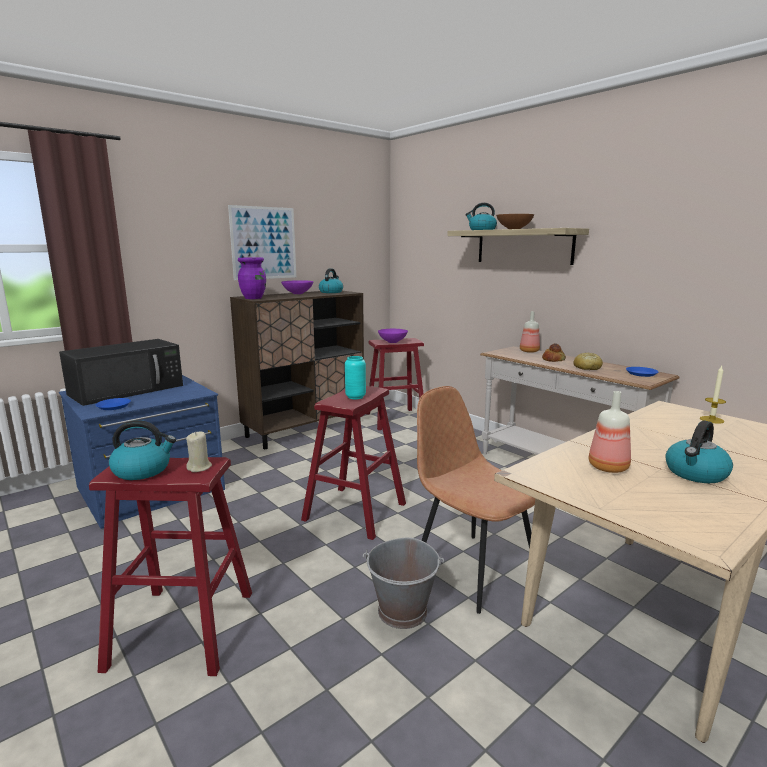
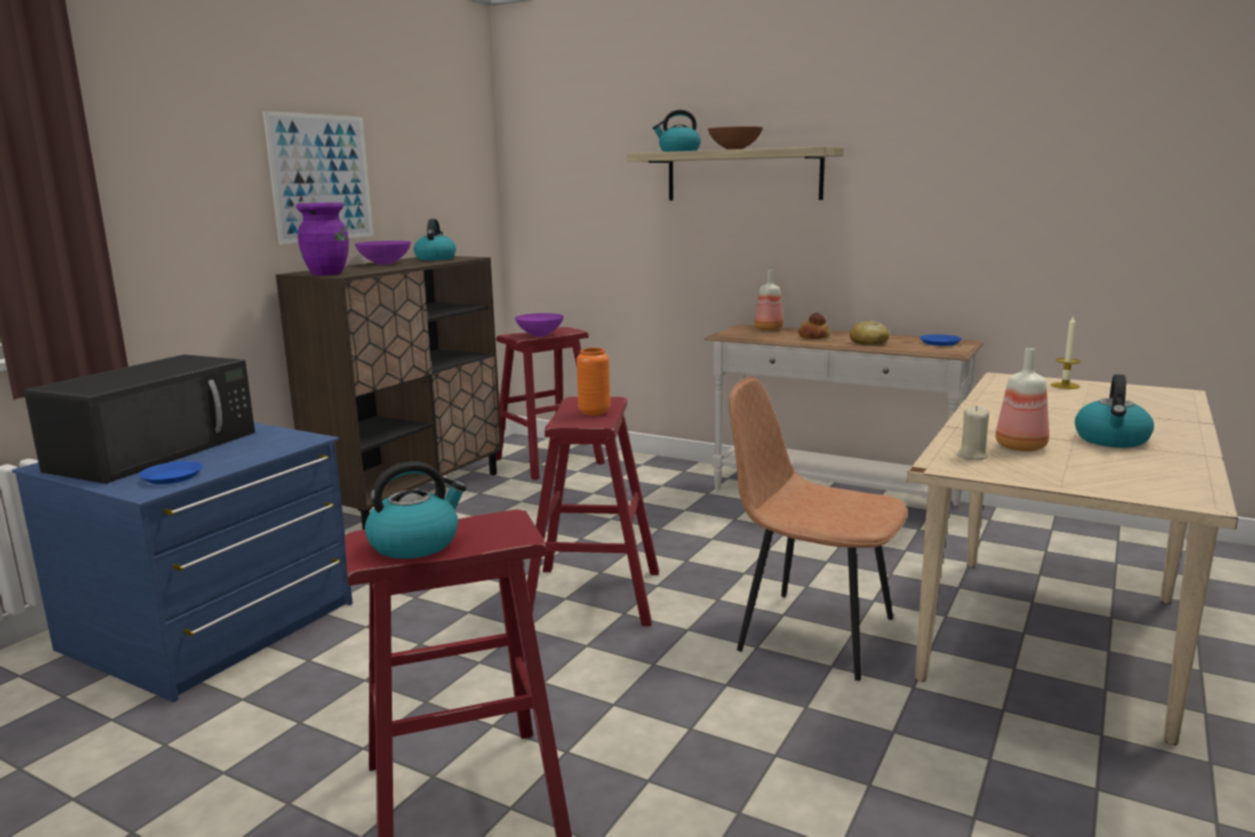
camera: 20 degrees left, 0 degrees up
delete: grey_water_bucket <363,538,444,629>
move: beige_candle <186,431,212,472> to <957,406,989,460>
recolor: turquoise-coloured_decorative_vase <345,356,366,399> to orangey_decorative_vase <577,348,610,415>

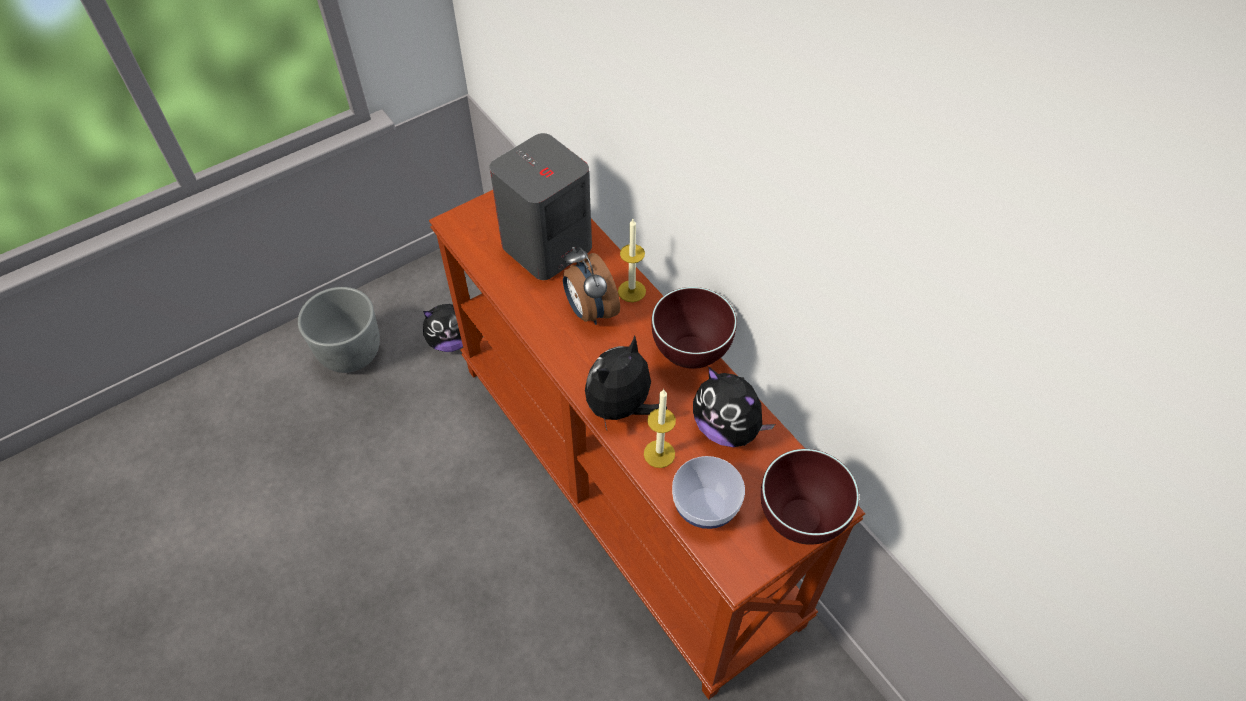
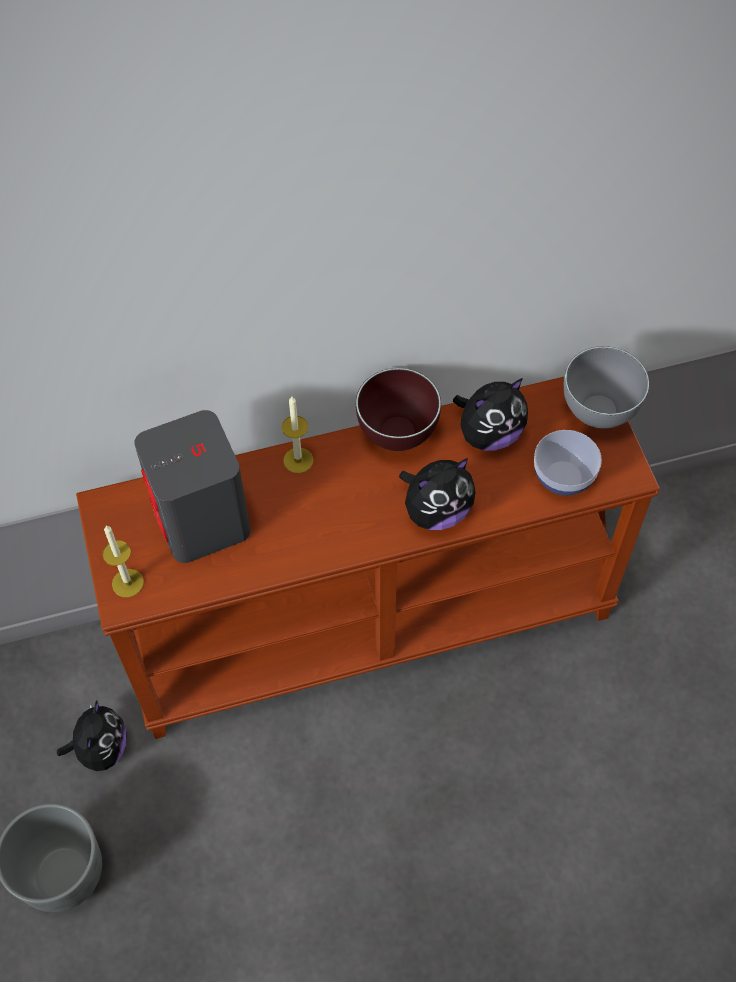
camera: 70 degrees left, 5 degrees up
delete: alarm_clock <563,247,620,325>
move: candle <644,389,676,468> to <102,525,144,597>
recolor: brownish_serving_bowl <761,449,859,545> to grey_serving_bowl <563,346,650,429>
rotate: soft_toy <585,336,667,430> = <399,458,476,530> 90 degrees counterclockwise

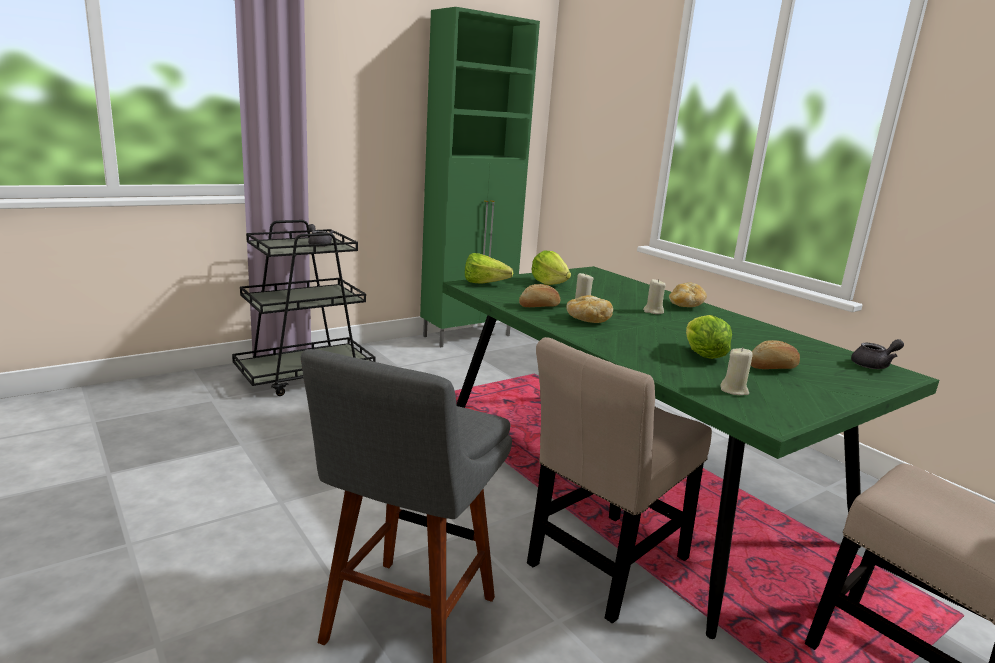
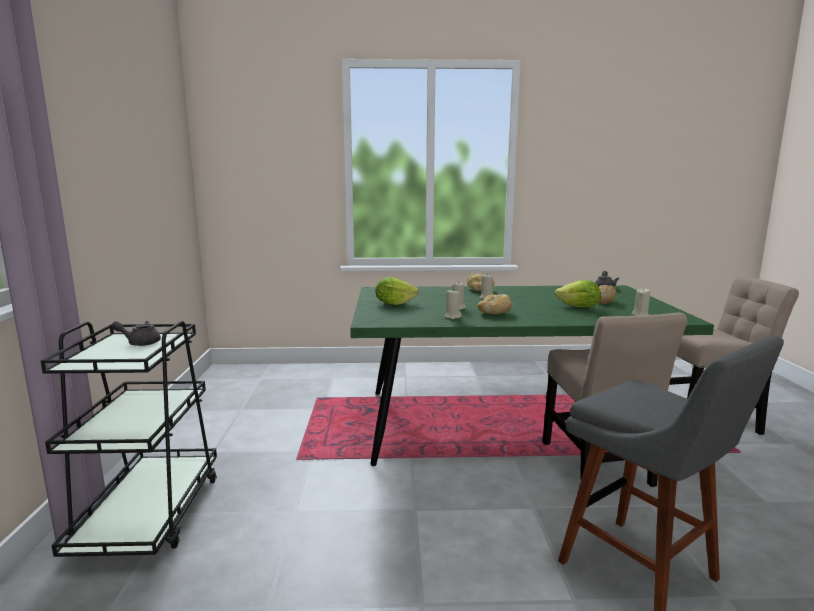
camera: 55 degrees left, 5 degrees down
delete: green_cabinet <420,7,540,347>; head_of_lettuce <465,253,513,284>
replace: baked_bread <519,284,560,307> to beige_candle <445,289,462,319>

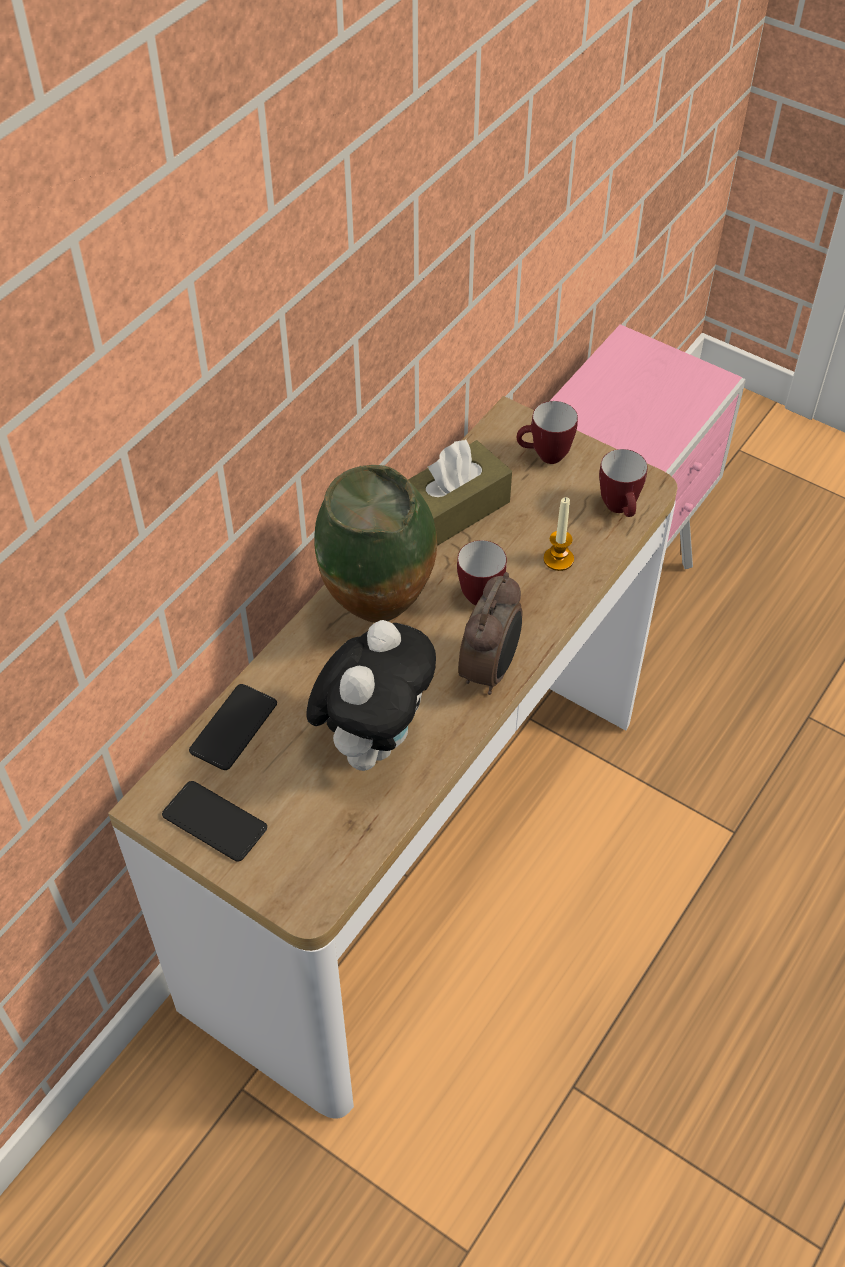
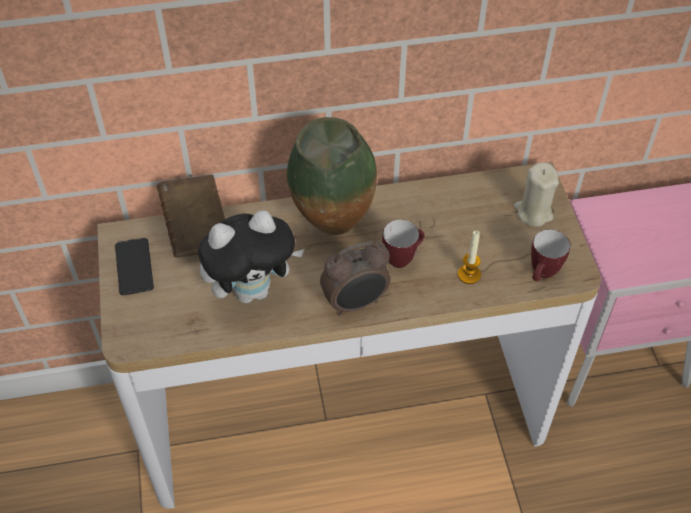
camera: 45 degrees right, 0 degrees up
delete: brownish_tissue_holder <408,440,512,546>
replace: tea_mug <517,401,578,464> to beige_candle <514,162,559,227>; phone <189,684,277,770> to brownish_volume <157,174,225,257>

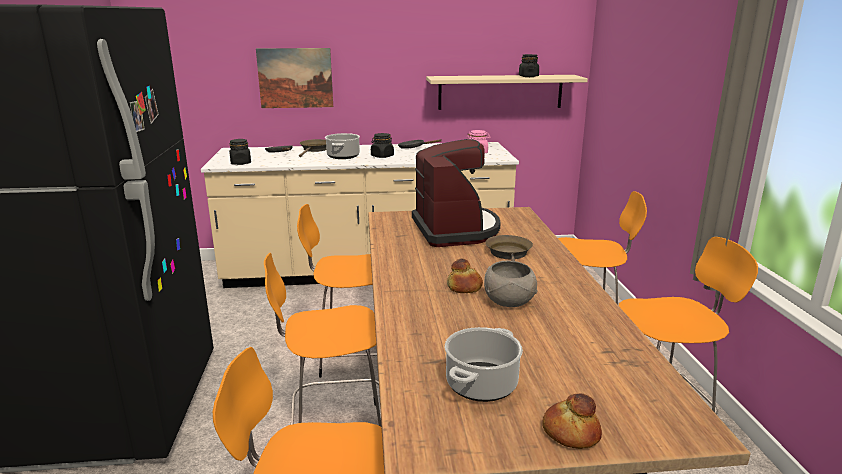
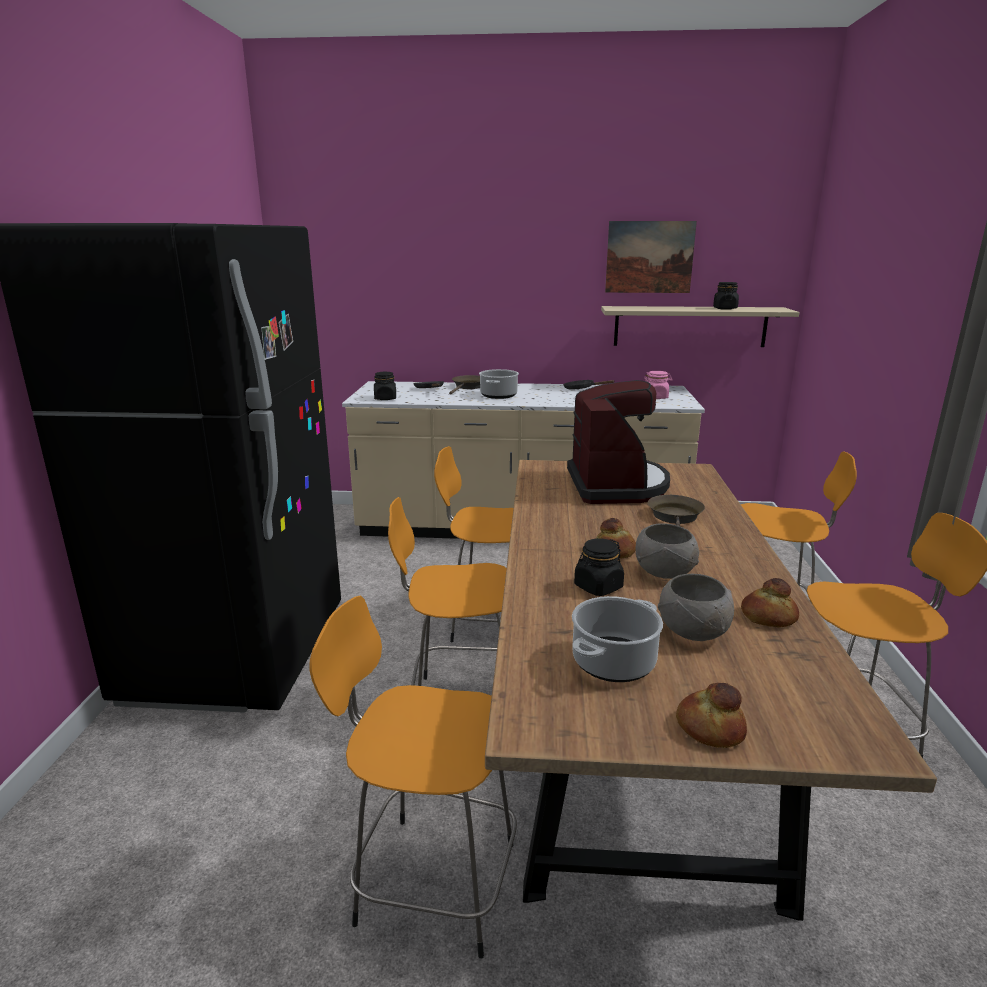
camera: 10 degrees right, 0 degrees up
insert: grey_serving_bowl <658,574,734,641>; baked_bread <741,578,799,627>
move: wall_art <256,48,333,108> to <605,221,697,293>; blackish_preserve_jar <371,133,394,158> to <574,538,624,596>

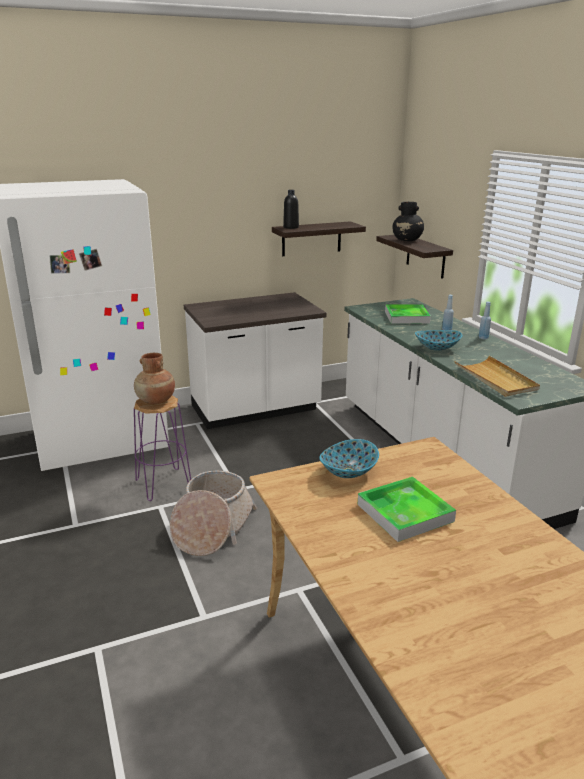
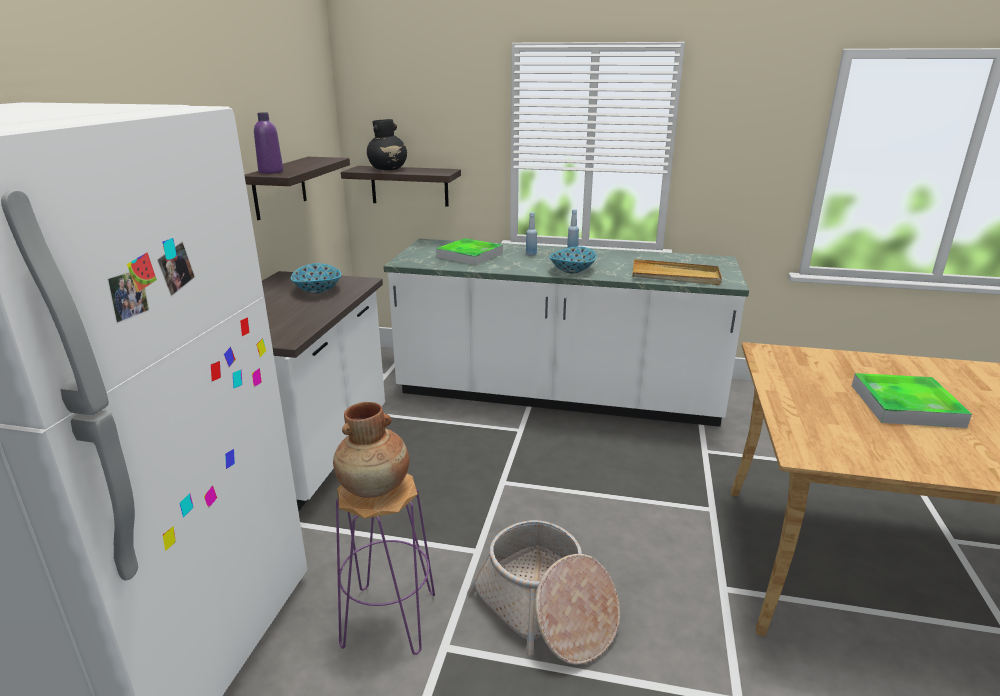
camera: 55 degrees left, 0 degrees up
move: serving_bowl <319,439,379,478> to <291,263,341,294>
recolor: blackish_bottle <283,190,299,229> to purple-coloured_bottle <254,112,283,174>

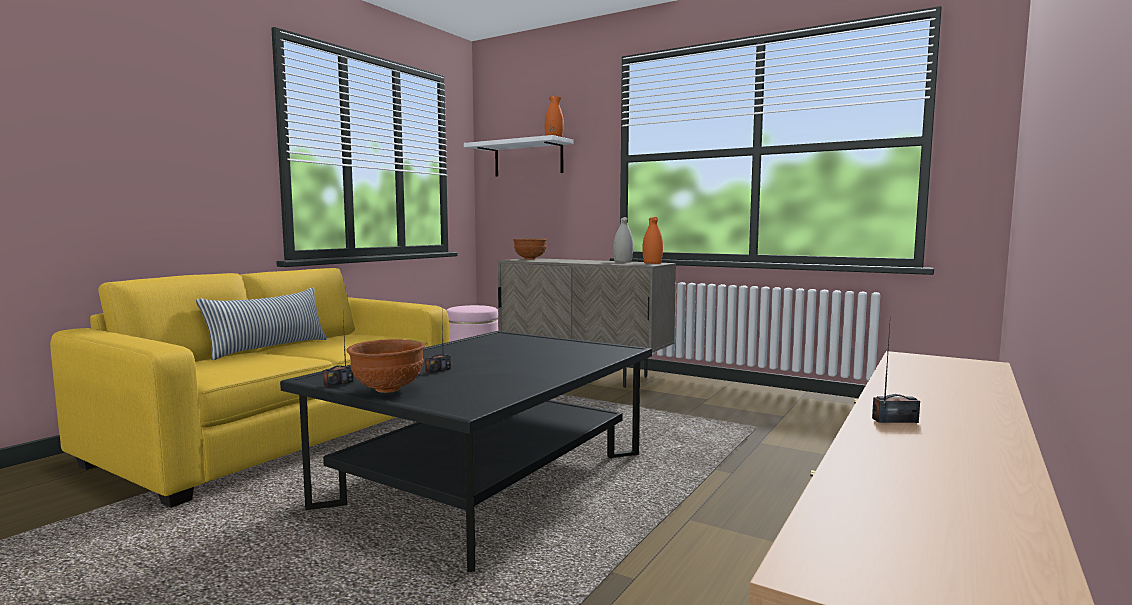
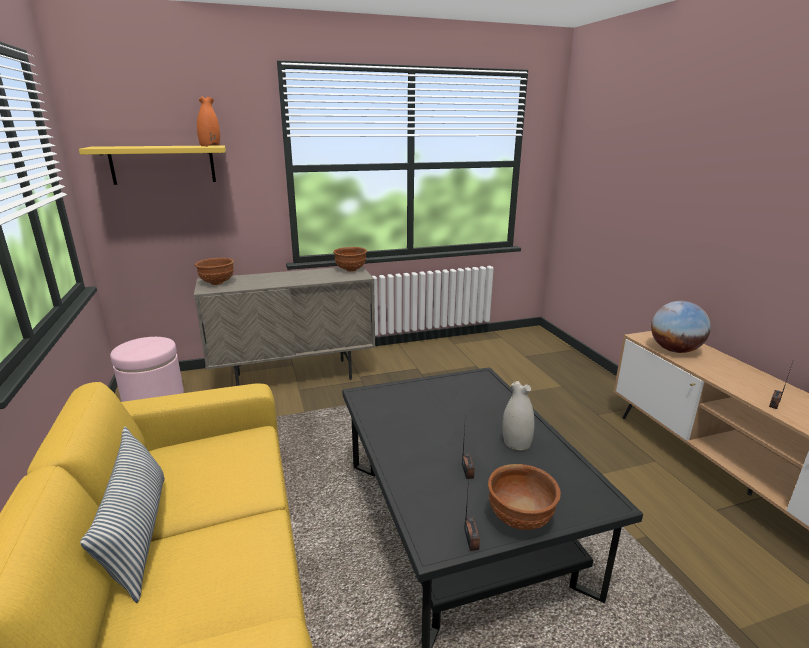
camera: 50 degrees left, 15 degrees up
insert: desk_globe <651,301,711,353>
move: white-coloured_decorative_vase <613,217,633,263> to <502,381,535,451>
replace: orangey_decorative_vase <642,217,663,264> to brownish_serving_bowl <333,247,367,272>
recolor: white-coloured_shelf <464,135,574,177> to yellow_shelf <79,145,226,185>

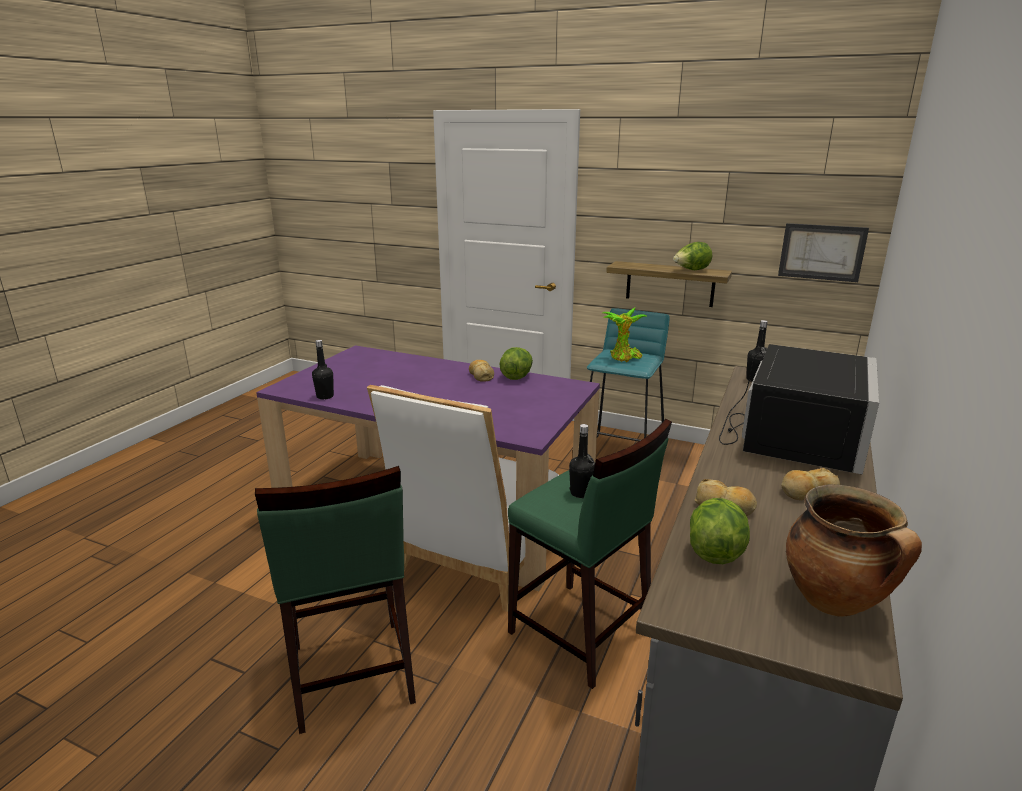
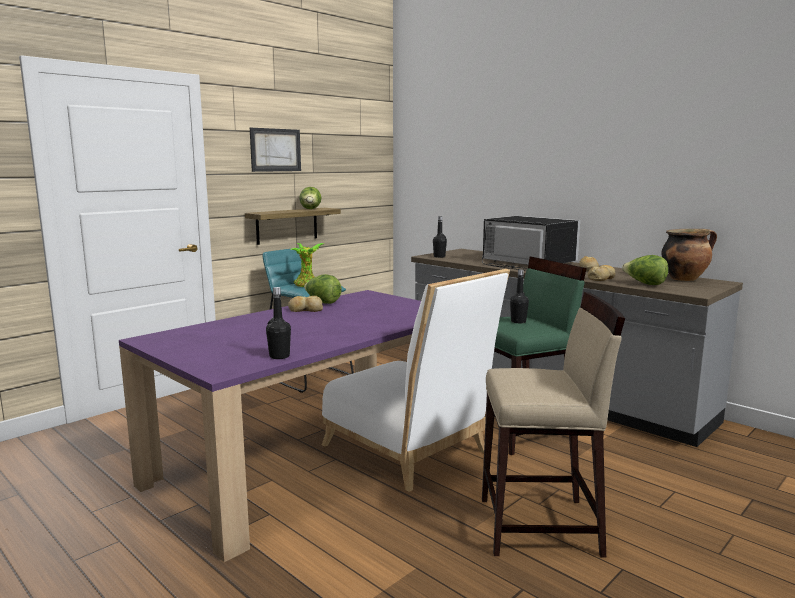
camera: 70 degrees left, 10 degrees down
move: wall_art <778,223,869,282> to <250,128,301,172>
recolor: green_sitting_stool <255,466,416,734> to beige_sitting_stool <482,292,625,557>

